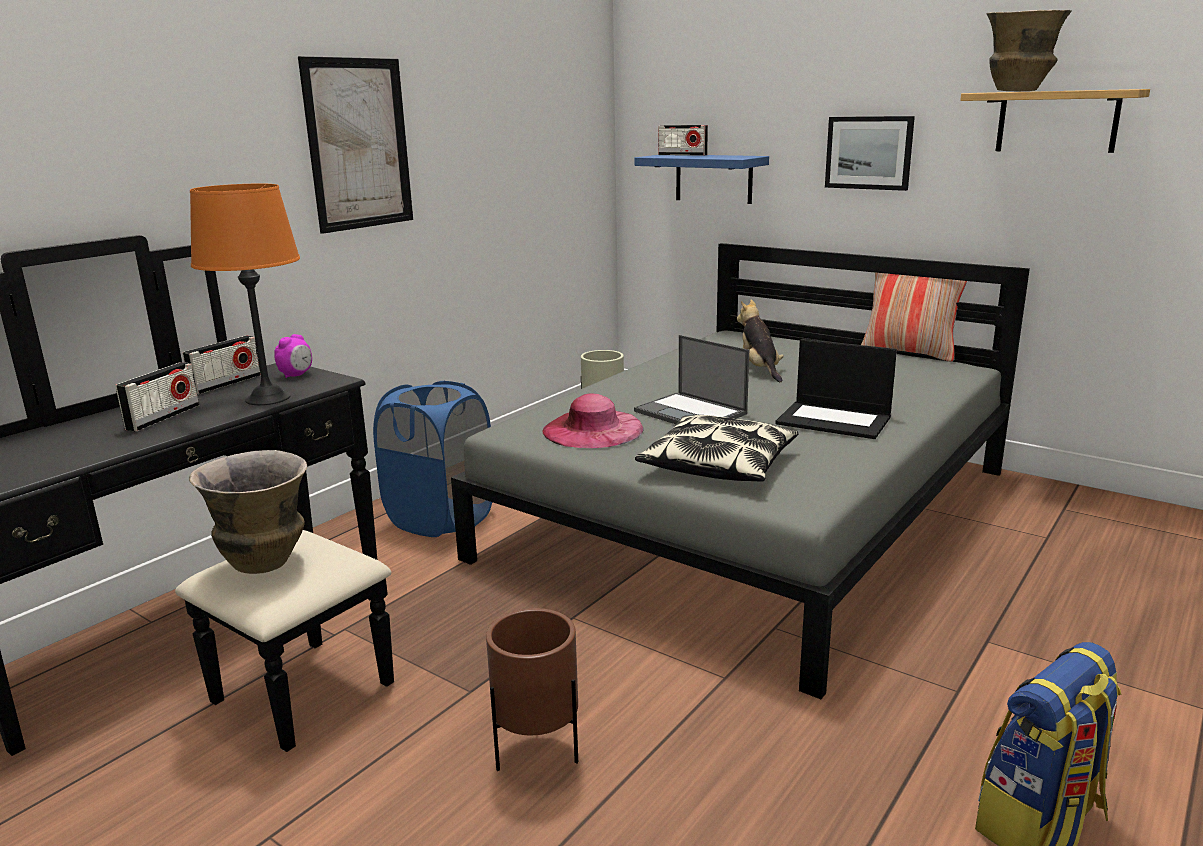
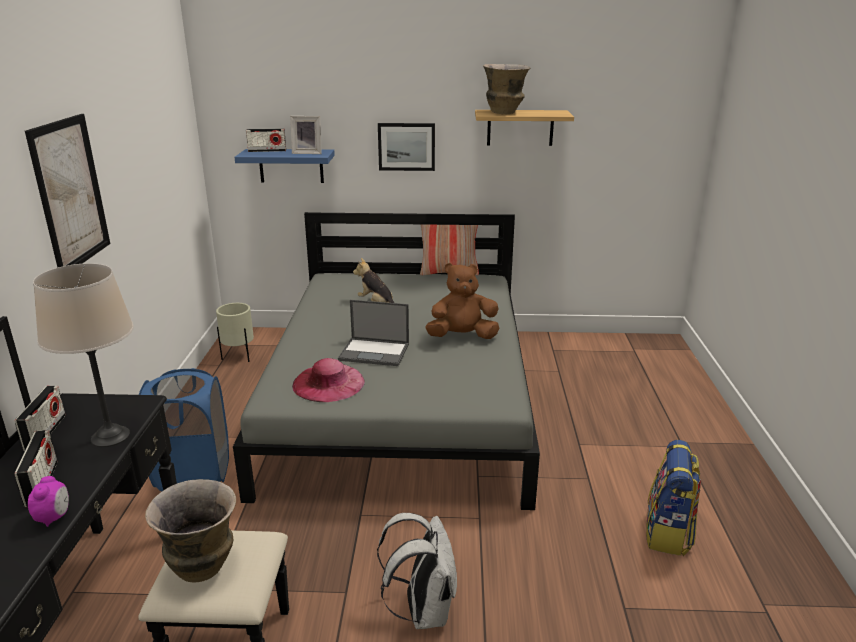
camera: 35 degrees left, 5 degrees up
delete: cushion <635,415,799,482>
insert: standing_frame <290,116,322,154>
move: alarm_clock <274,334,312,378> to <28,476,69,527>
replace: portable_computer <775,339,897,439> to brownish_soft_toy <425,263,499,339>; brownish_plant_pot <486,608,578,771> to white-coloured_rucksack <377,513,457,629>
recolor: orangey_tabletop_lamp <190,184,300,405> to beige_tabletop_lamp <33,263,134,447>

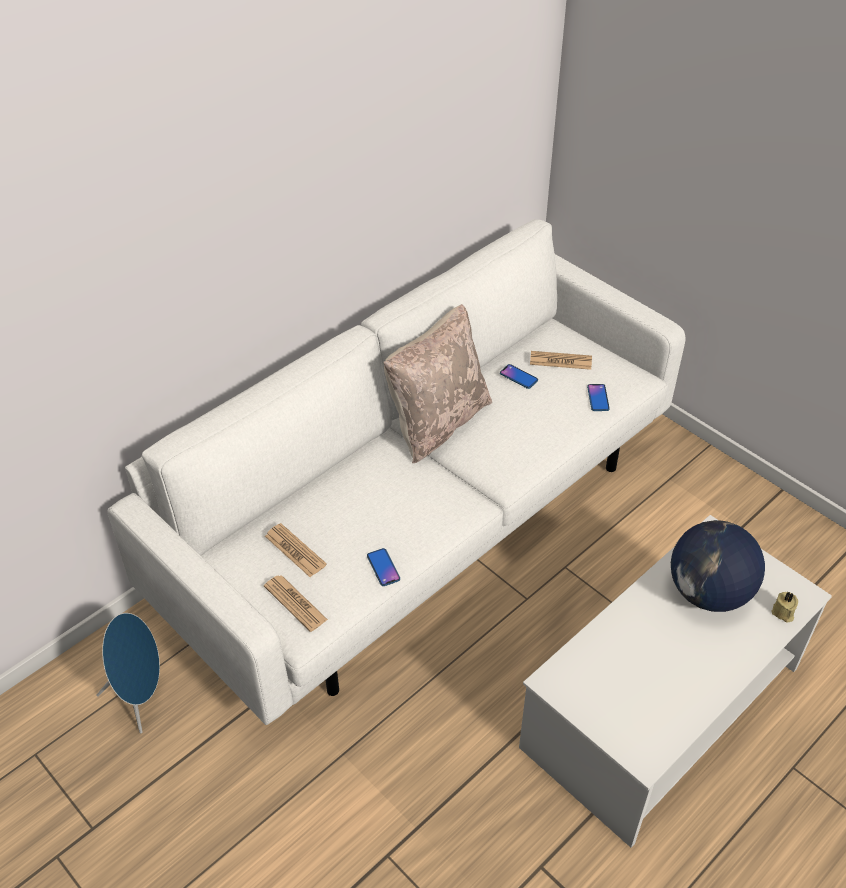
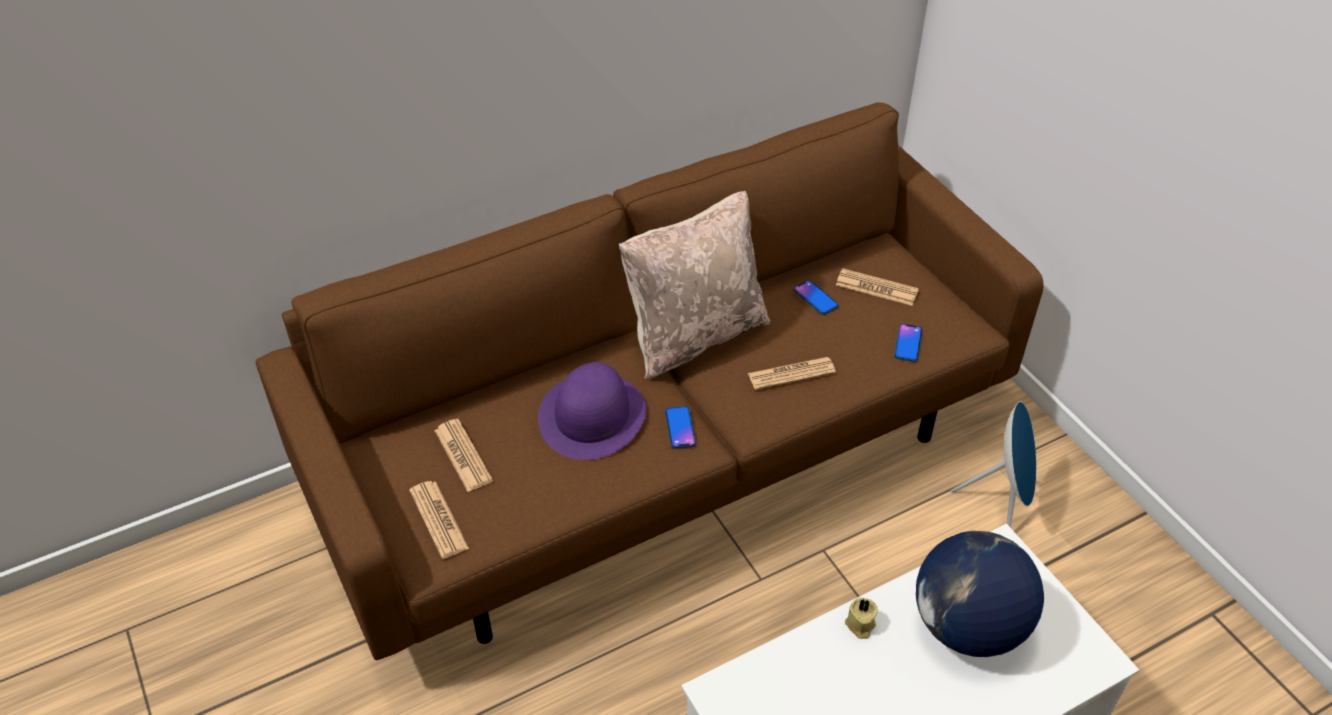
camera: 15 degrees right, 0 degrees up
insert: daily_paper <748,357,836,390>; purple-coloured_hat <538,362,646,460>
move: phone <367,548,400,586> to <665,406,696,449>; beige_candle <772,592,798,622> to <845,598,878,639>; blue_audio_speaker <96,613,160,733> to <951,401,1036,528>
recolor: white-coloured_sofa <107,219,685,725> to brownish_sofa <256,103,1044,660>

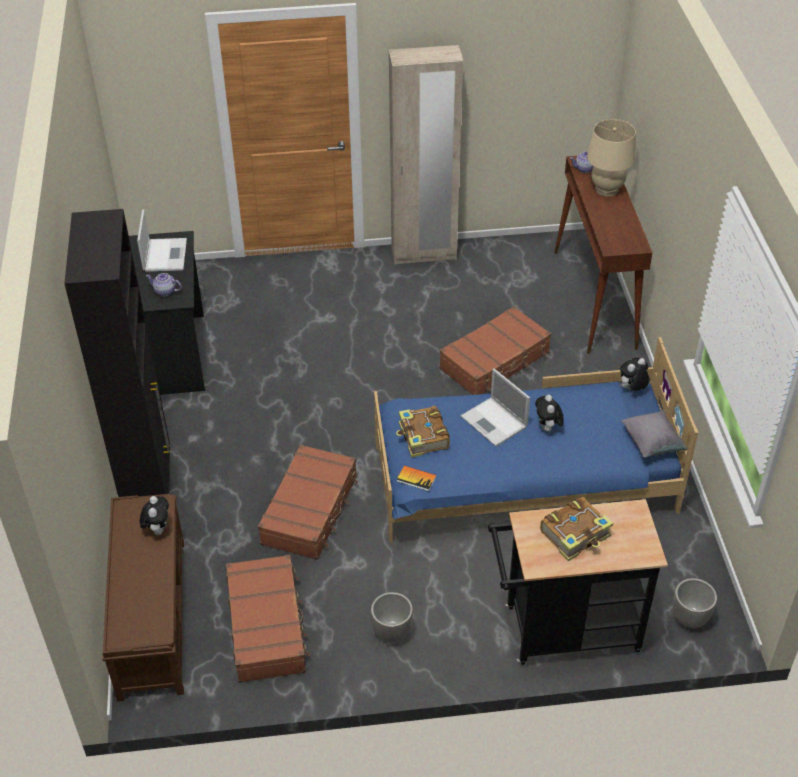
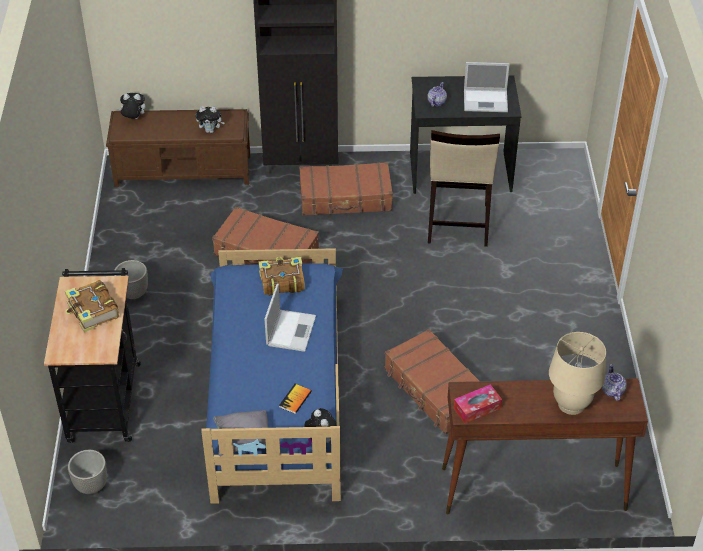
camera: 95 degrees right, 0 degrees up
delete: beige_wardrobe <389,45,463,265>
insert: beige_sitting_stool <428,130,500,247>; tissue_holder <454,384,502,424>
move: soft_toy <535,395,564,431> to <118,93,145,119>; volume <397,465,437,491> to <279,384,312,414>; brownish_travel_case <226,555,310,683> to <299,162,393,216>
rotate: portable_computer <461,369,530,447> = <265,284,316,352> 135 degrees clockwise

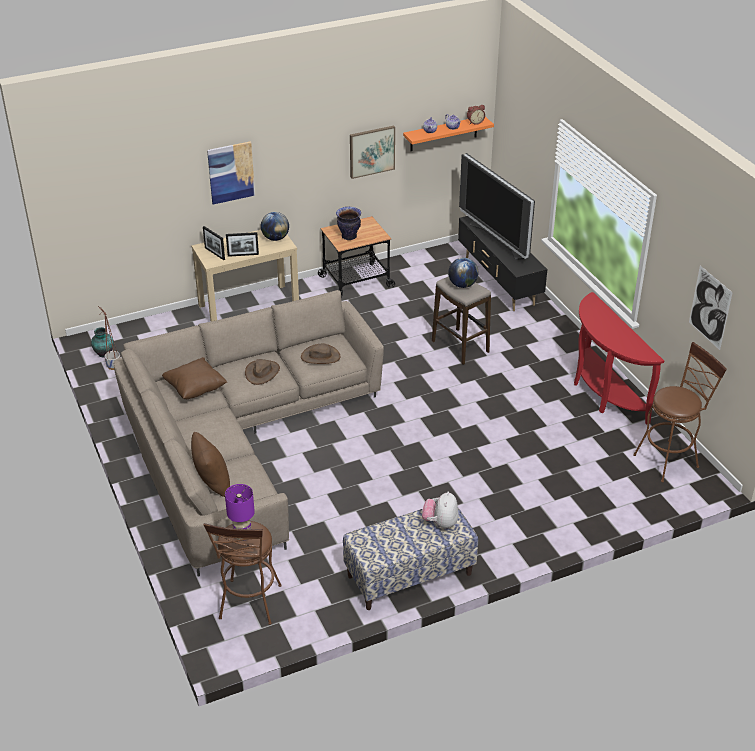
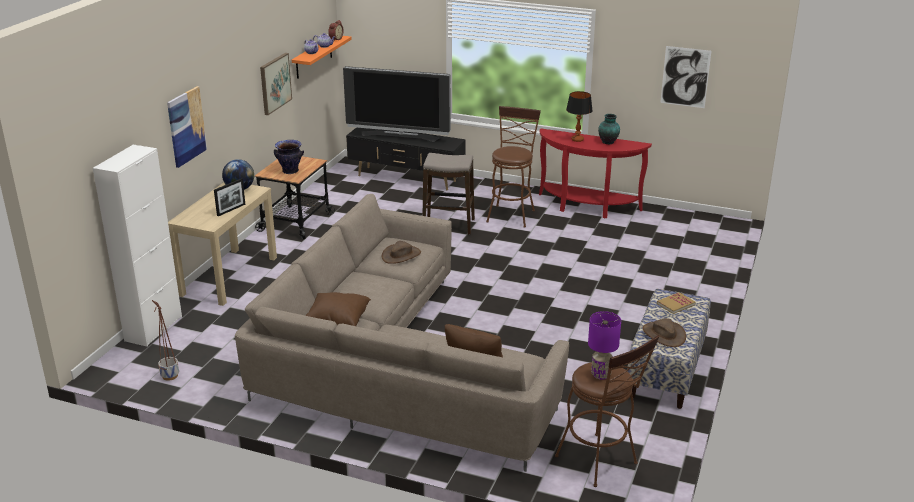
camera: 45 degrees left, 10 degrees down
delete: standing_frame <203,226,225,260>; desk_globe <448,258,479,288>
insert: tabletop_lamp <566,91,593,142>; white-coloured_cabinet <93,145,182,347>
move: decorative_vase <91,327,114,357> to <598,114,620,144>; brownish_sitting_stool <633,342,727,482> to <486,106,541,228>; brownish_hat <245,359,280,385> to <643,318,686,347>
replace: soft_toy <422,492,459,529> to volume <657,292,695,314>

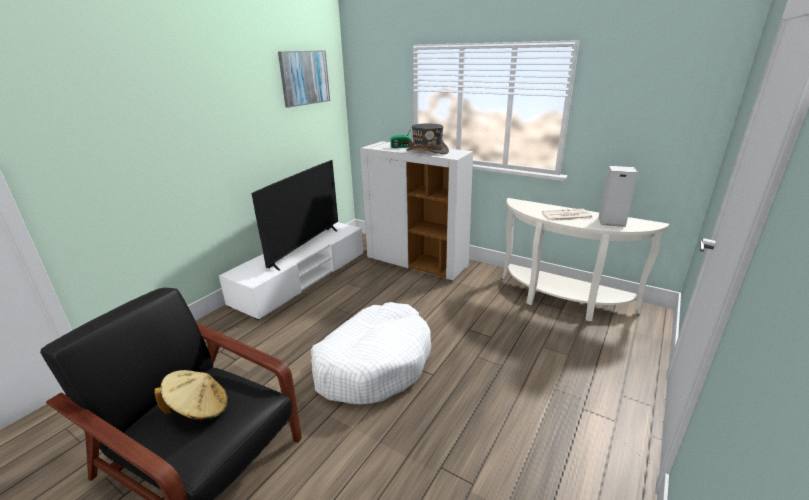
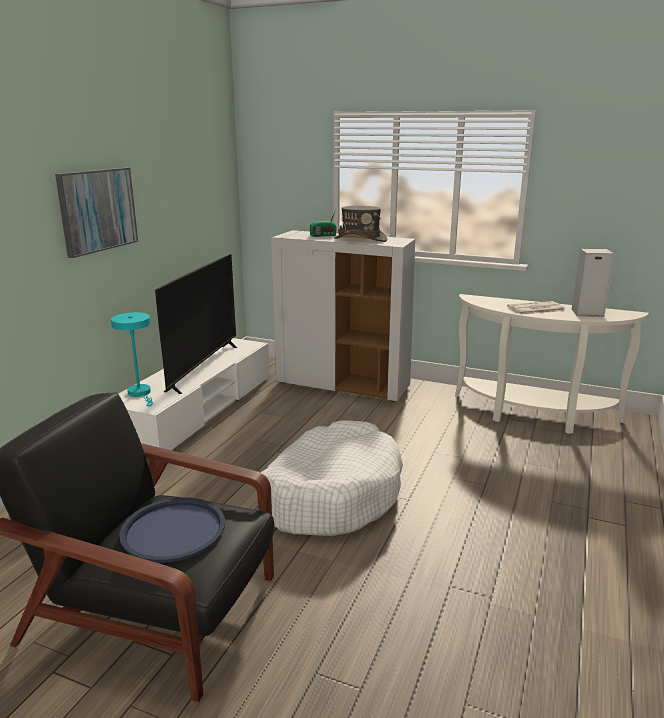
camera: 10 degrees left, 5 degrees down
insert: turquoise-coloured_tabletop_lamp <111,312,153,406>
move: wall_art <278,50,330,108> to <55,168,138,258>
replace: beige_hat <154,370,228,420> to blue_serving_tray <119,498,225,562>

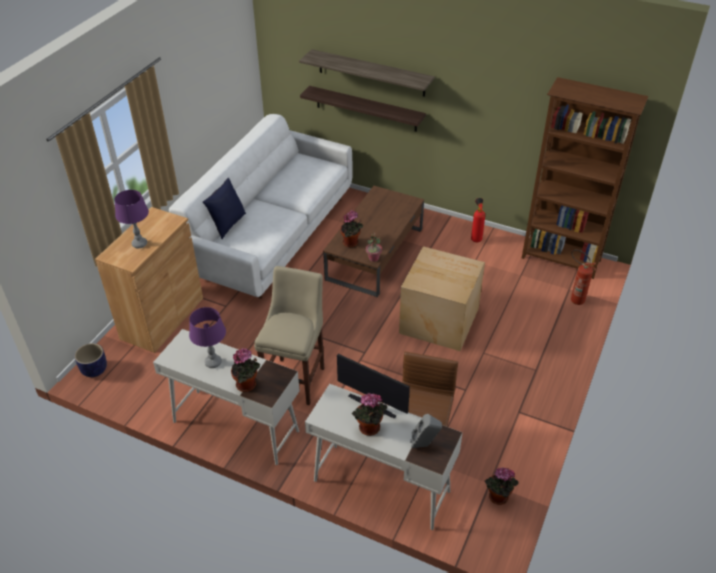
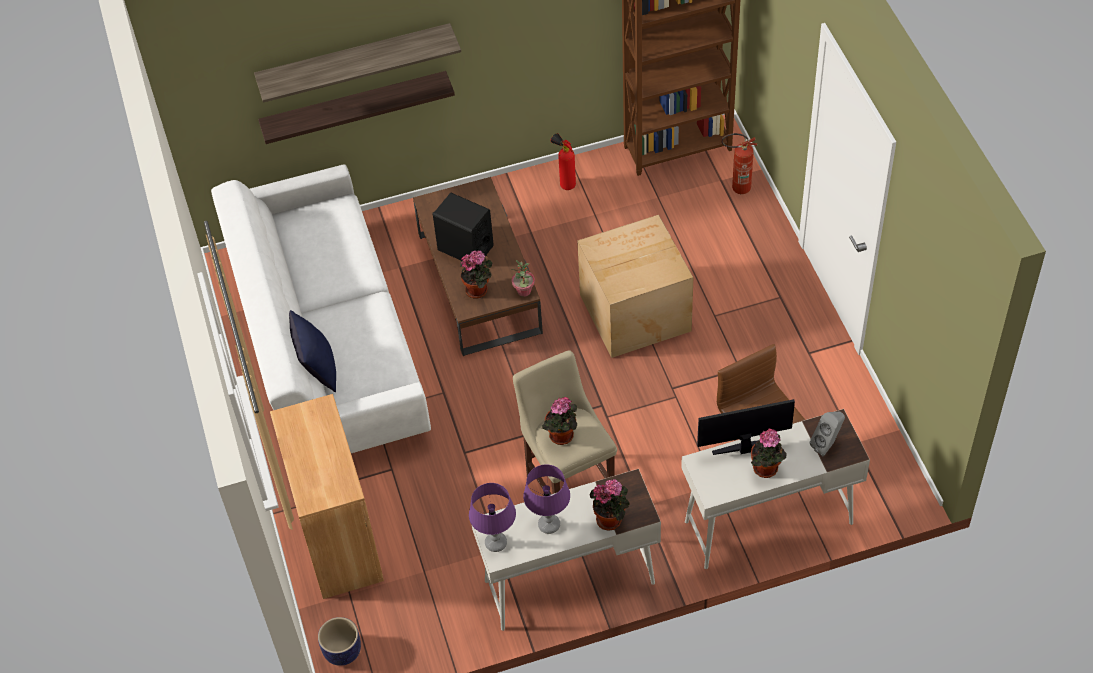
camera: 40 degrees left, 10 degrees up
insert: blackish_audio_speaker <432,193,494,261>
move: purple-coloured_tabletop_lamp <114,190,149,248> to <469,483,516,552>; houseplant <484,467,519,505> to <542,397,578,445>

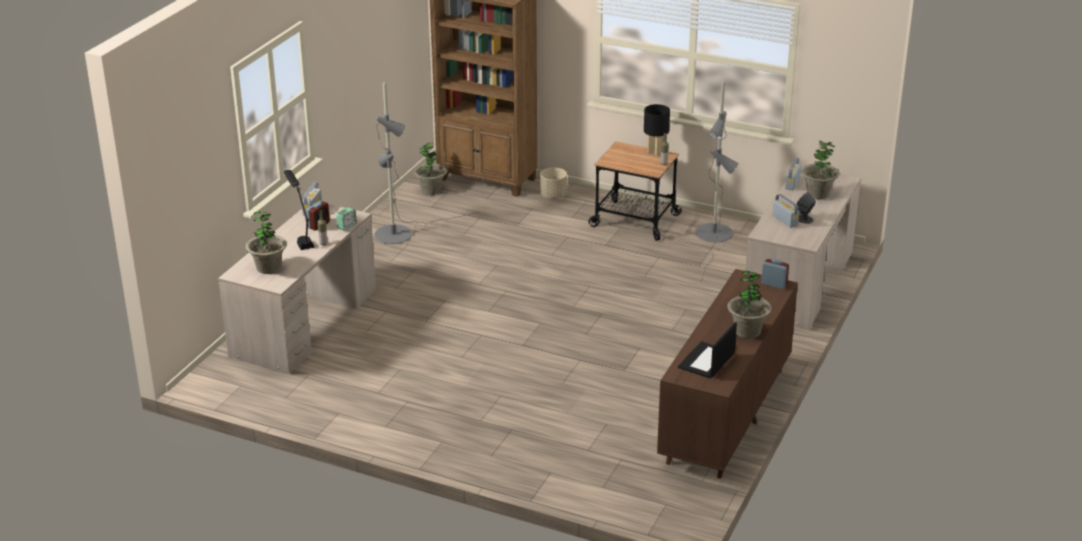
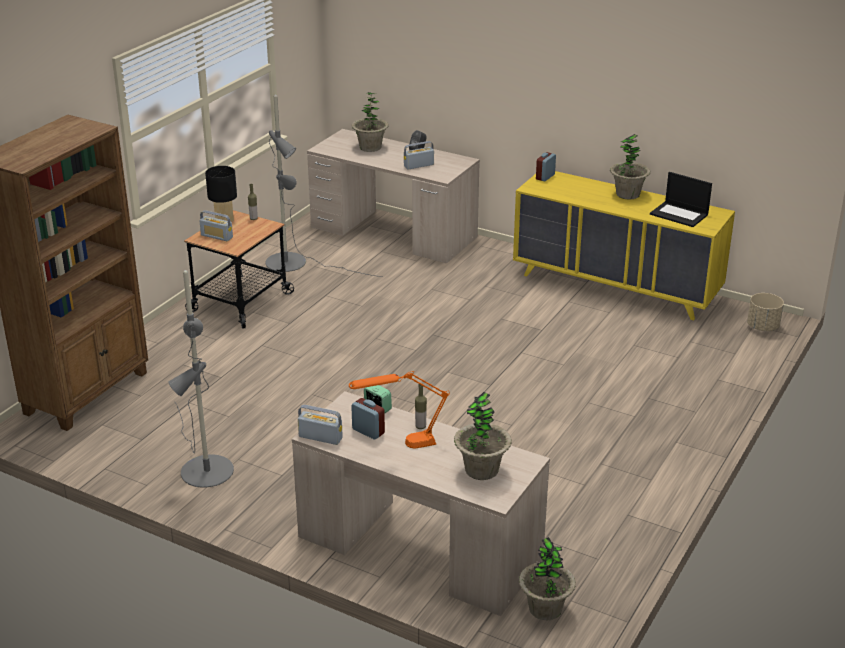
camera: 85 degrees left, 0 degrees up
move: houseplant <414,141,447,195> to <519,537,576,620>; radio_set <785,158,801,190> to <200,210,233,241>; beige_plant_pot <540,168,567,199> to <747,293,784,331>
recolor: blackish_tabletop_lamp <284,170,315,250> to orangey_tabletop_lamp <349,371,450,448>; brownish_chest_of_drawers <657,269,798,479> to yellow_chest_of_drawers <513,171,735,320>

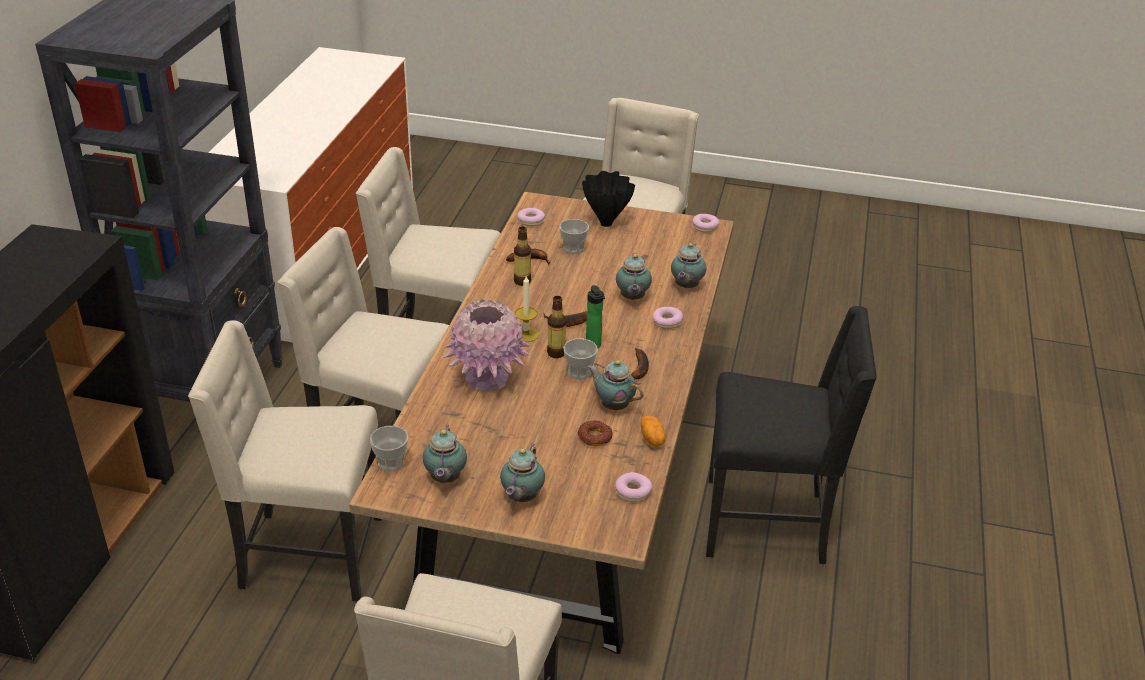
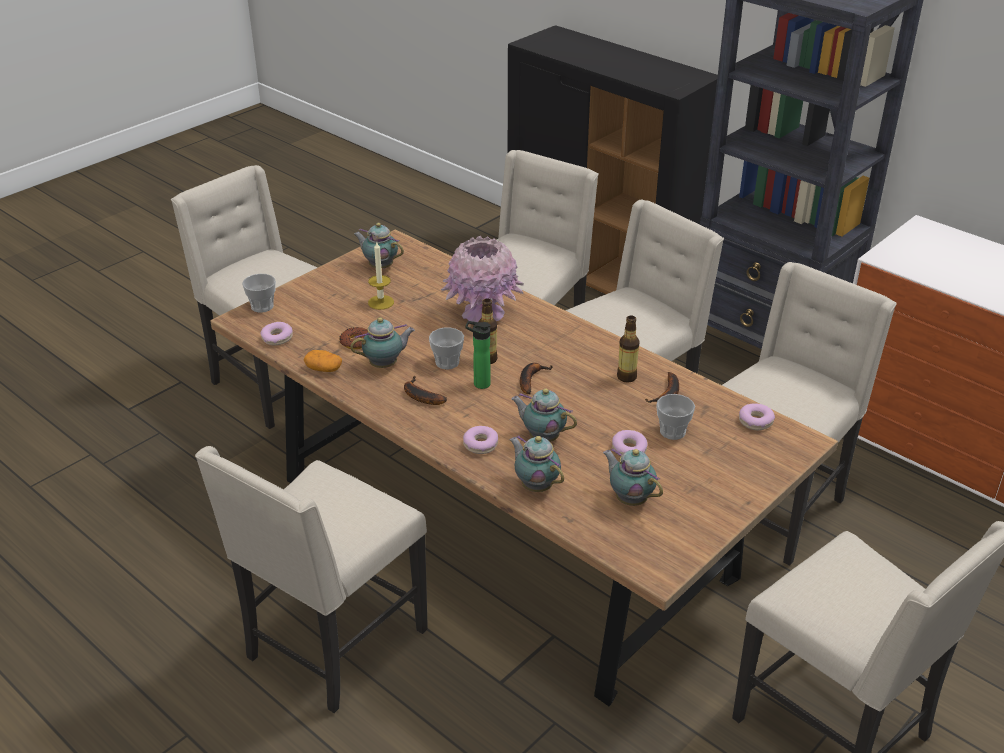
camera: 120 degrees right, 0 degrees up
delete: blackish_decorative_vase <582,171,635,227>
move: doughnut <692,214,719,232> to <612,430,648,456>; candle <515,276,539,342> to <368,242,394,310>; drinking_cup <370,426,408,471> to <242,274,276,313>; teapot <500,443,545,502> to <603,448,663,506>
recolor: blackish_upright_chair <706,306,877,564> to beige_upright_chair <195,446,428,713>

